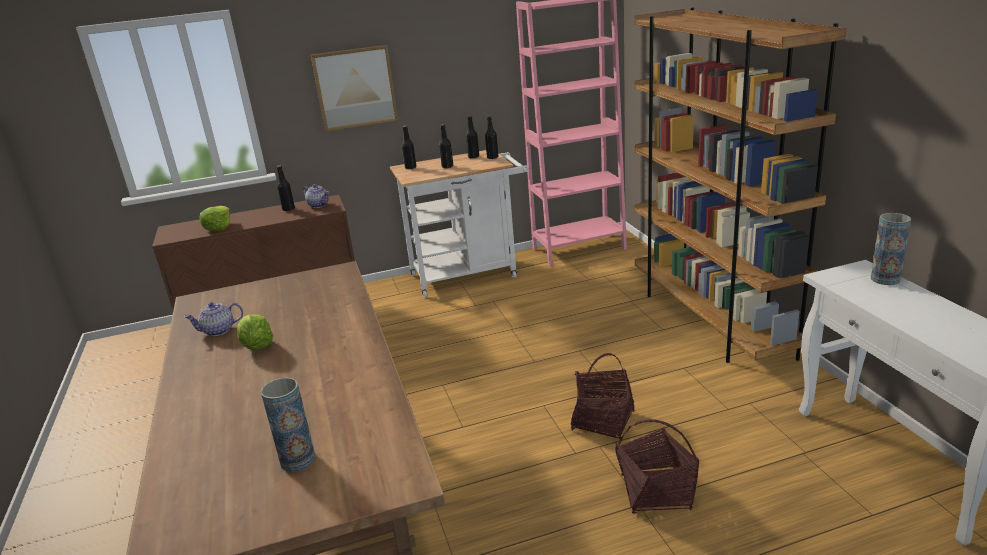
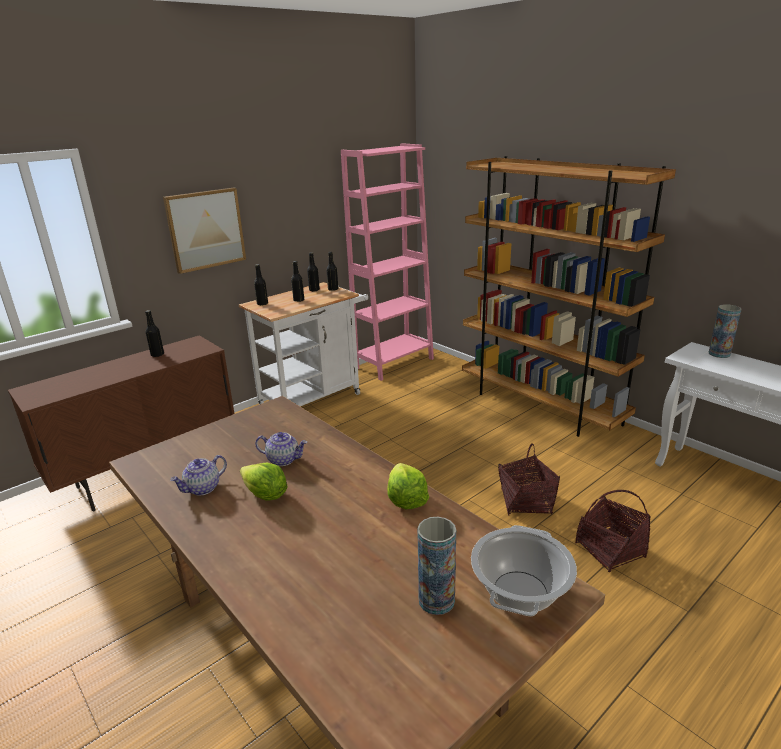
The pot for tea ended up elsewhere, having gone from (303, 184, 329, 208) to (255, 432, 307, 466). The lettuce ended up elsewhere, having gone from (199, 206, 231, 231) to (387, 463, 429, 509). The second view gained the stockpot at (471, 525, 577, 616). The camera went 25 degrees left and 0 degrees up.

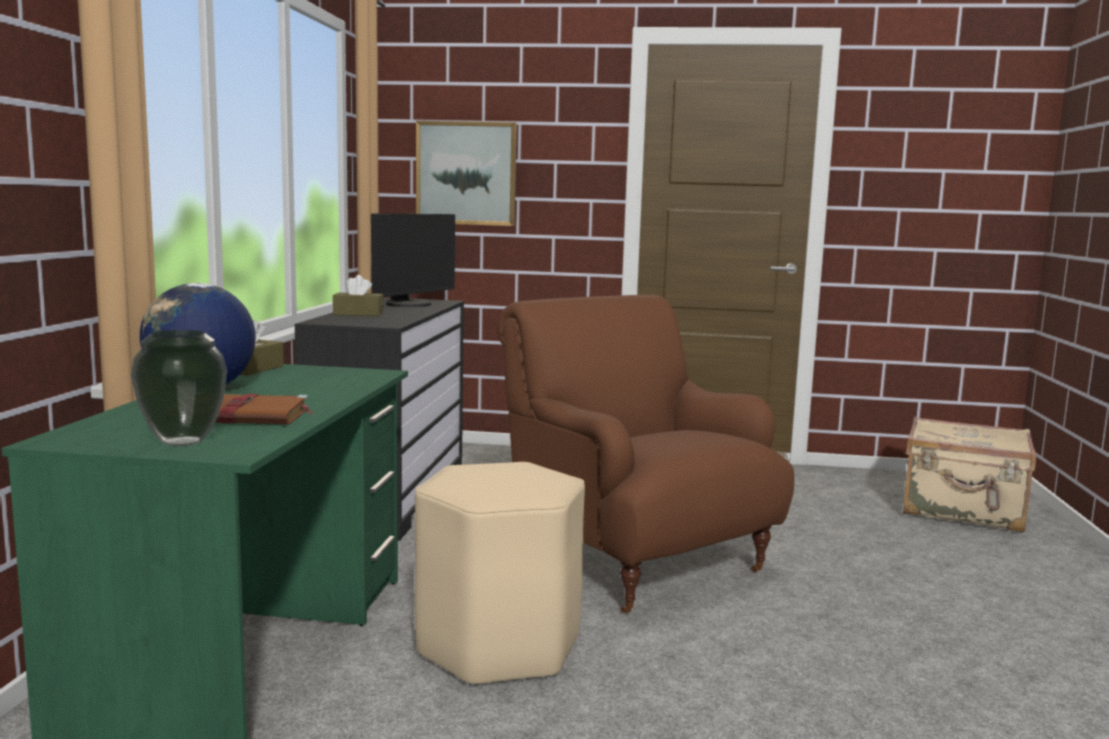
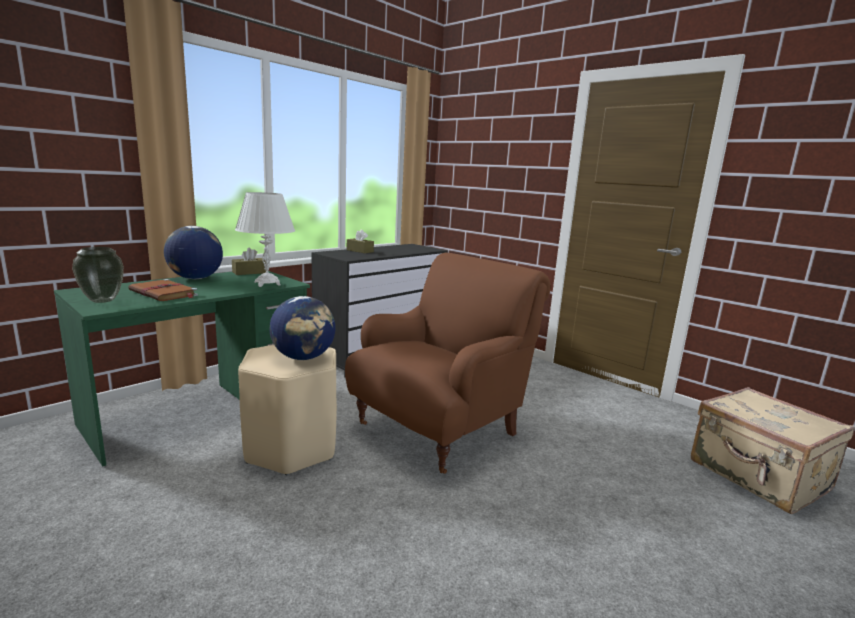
The second view lost the wall art at (416, 121, 517, 226). The second view lost the computer screen at (371, 214, 455, 307). The brown lounge chair at (498, 295, 794, 613) ended up facing another way, 45 degrees clockwise from before. The second view gained the white lamp for a table at (235, 192, 295, 287). The second view gained the desk globe at (270, 296, 336, 360). The camera went 35 degrees right and 5 degrees up.

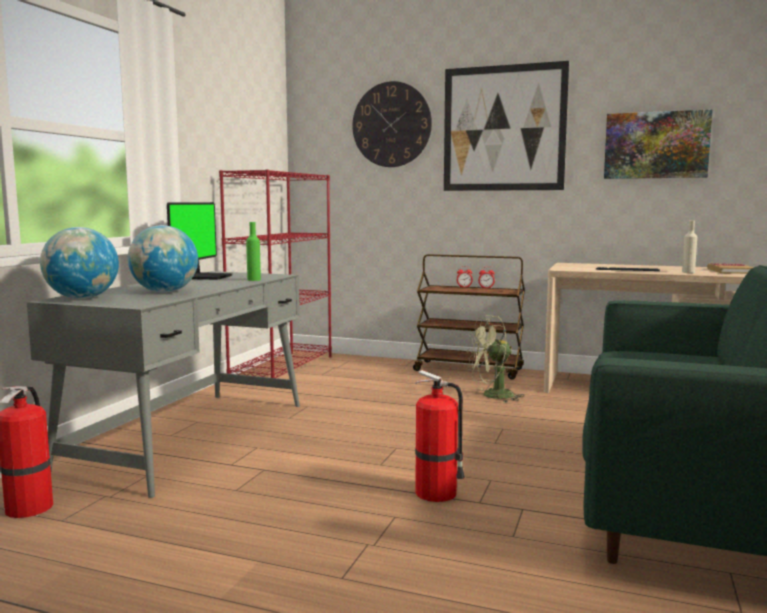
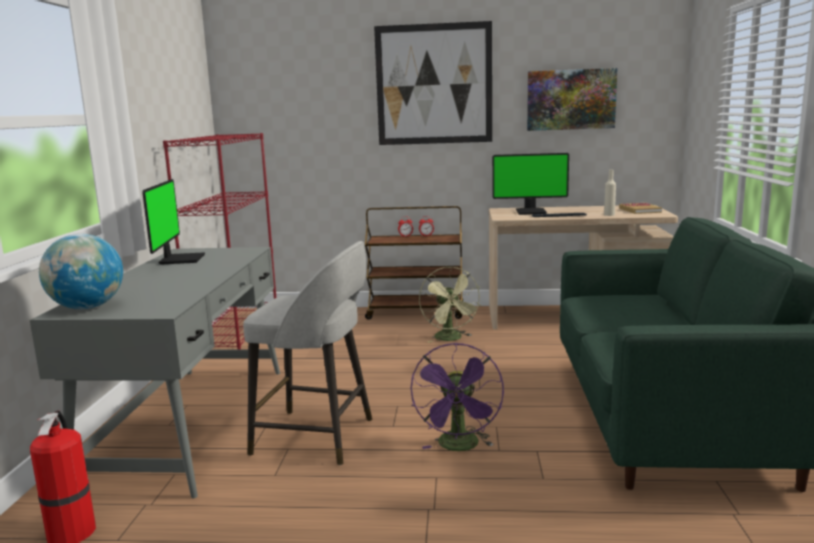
The second view lost the clock on the wall at (352, 81, 432, 167). The second view lost the greenish drink bottle at (246, 222, 261, 281). The second view lost the desk globe at (128, 225, 198, 293). The greenish fan at (466, 315, 525, 403) ended up facing another way, 75 degrees counterclockwise from before. Where the fire-fighting cylinder stood at (414, 370, 465, 502), the purple fan came to stand at (410, 343, 504, 451). The second view gained the computer screen at (492, 153, 569, 215). The second view gained the gray sitting stool at (243, 241, 372, 465). The camera went 15 degrees left and 5 degrees up.

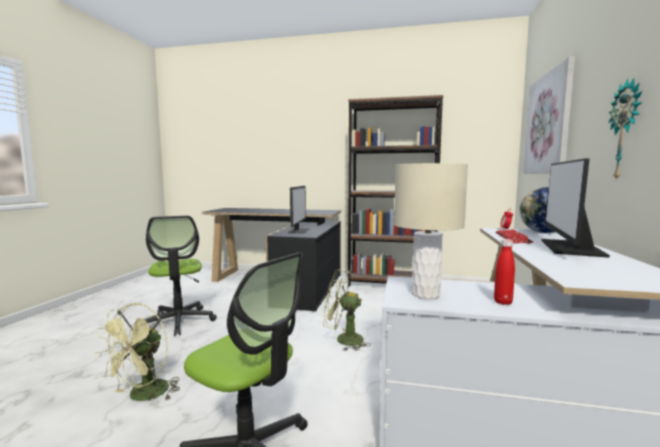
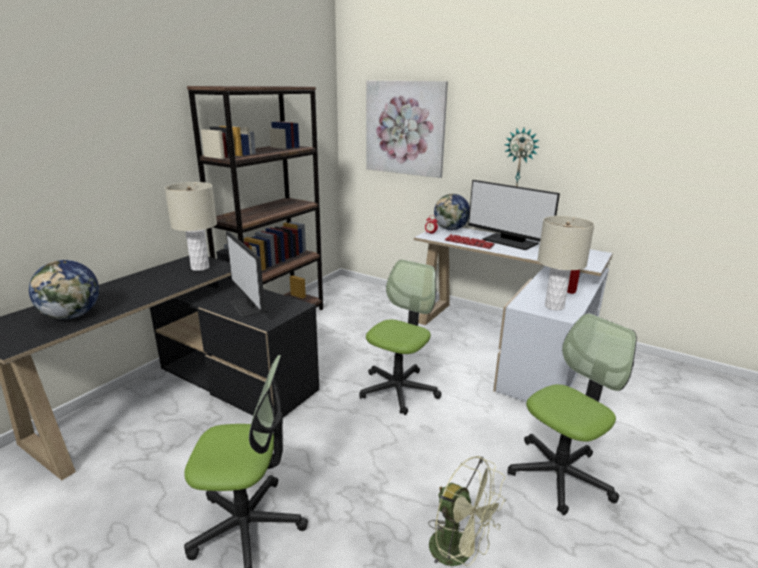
The computer screen at (287, 186, 310, 233) ended up facing another way, 150 degrees counterclockwise from before. Where the greenish fan stood at (323, 269, 371, 351), the computer chair came to stand at (359, 260, 442, 415). The second view gained the beige lamp for a table at (165, 182, 217, 271). The second view gained the desk globe at (29, 260, 99, 319). The camera went 70 degrees left and 15 degrees up.

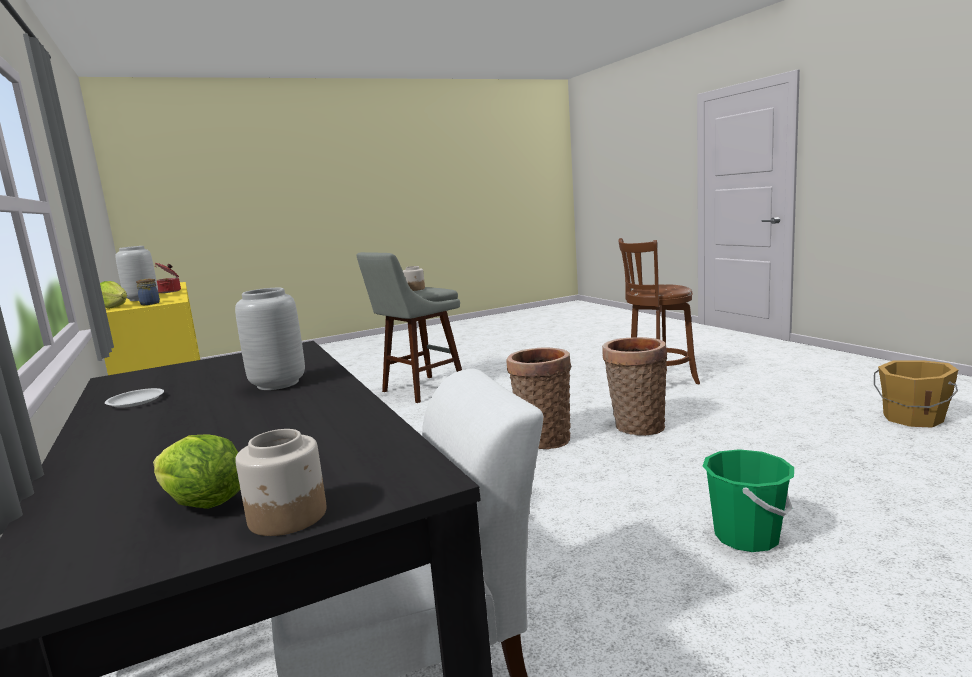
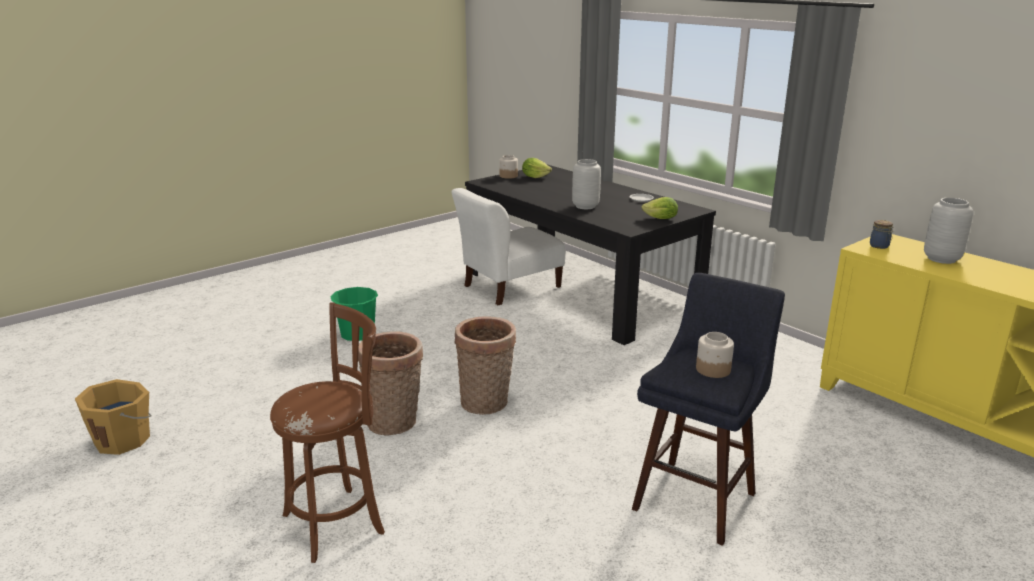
What was the gray sitting stool at (356, 252, 462, 403) turned into the blue-coloured sitting stool at (632, 273, 785, 546). The second view lost the stockpot at (155, 263, 181, 293). The lettuce ended up elsewhere, having gone from (100, 281, 127, 309) to (642, 197, 678, 219). The camera went 165 degrees right and 10 degrees up.

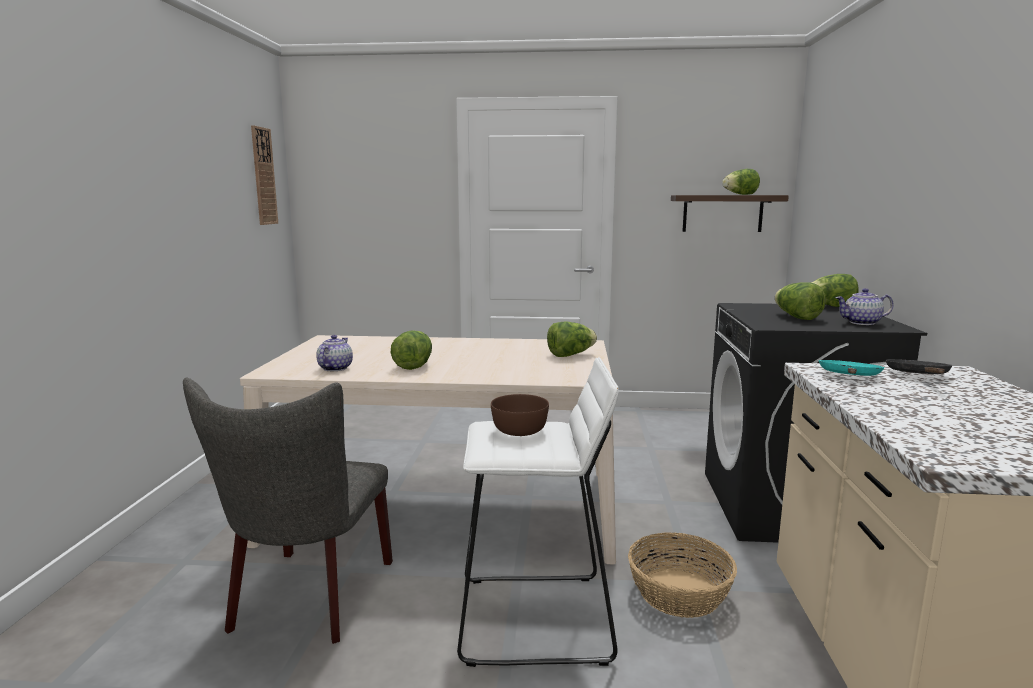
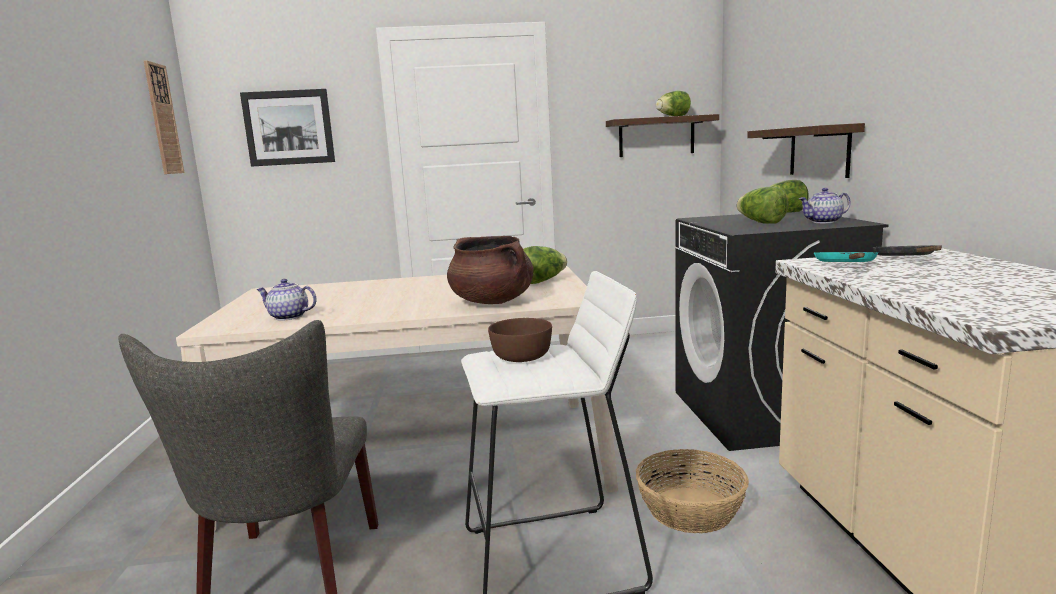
The second view lost the lettuce at (391, 331, 432, 370). The pot for tea at (316, 335, 353, 371) ended up facing another way, 75 degrees counterclockwise from before. The second view gained the wall art at (240, 89, 335, 167). The second view gained the shelf at (747, 123, 865, 178). The second view gained the brown stockpot at (447, 236, 534, 304). The camera went 10 degrees left and 0 degrees up.

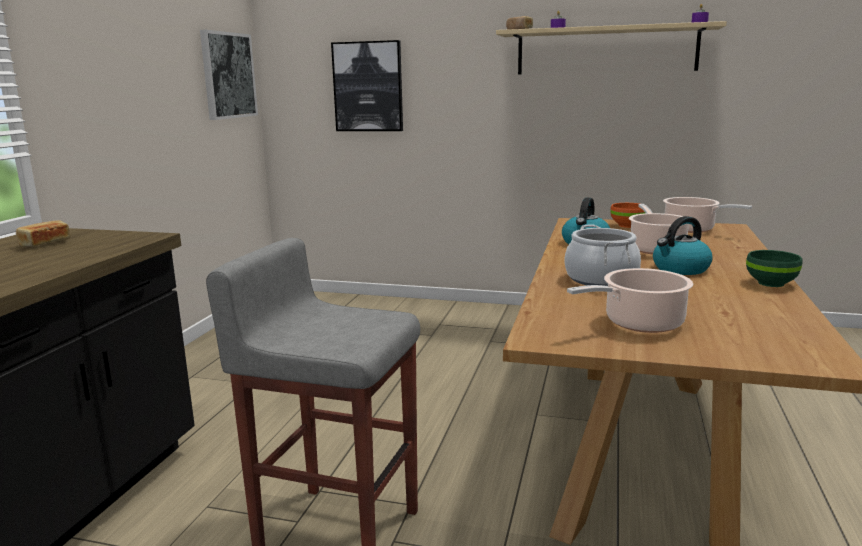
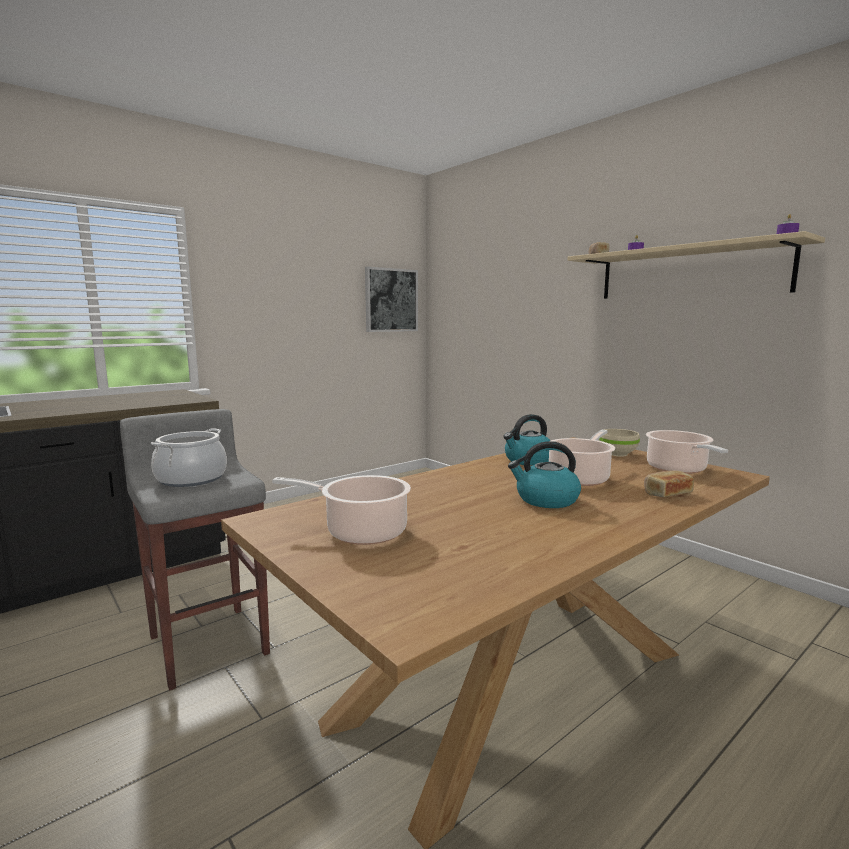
The second view lost the wall art at (331, 40, 403, 131). What was the orange-coloured deep dish at (610, 203, 645, 228) turned into the beige deep dish at (599, 429, 640, 457). The bakery bread ended up elsewhere, having gone from (16, 220, 71, 247) to (644, 470, 694, 497). The stockpot ended up elsewhere, having gone from (565, 224, 641, 286) to (151, 429, 227, 487). The second view lost the greenish deep dish at (746, 250, 802, 287). The camera went 35 degrees right and 5 degrees down.

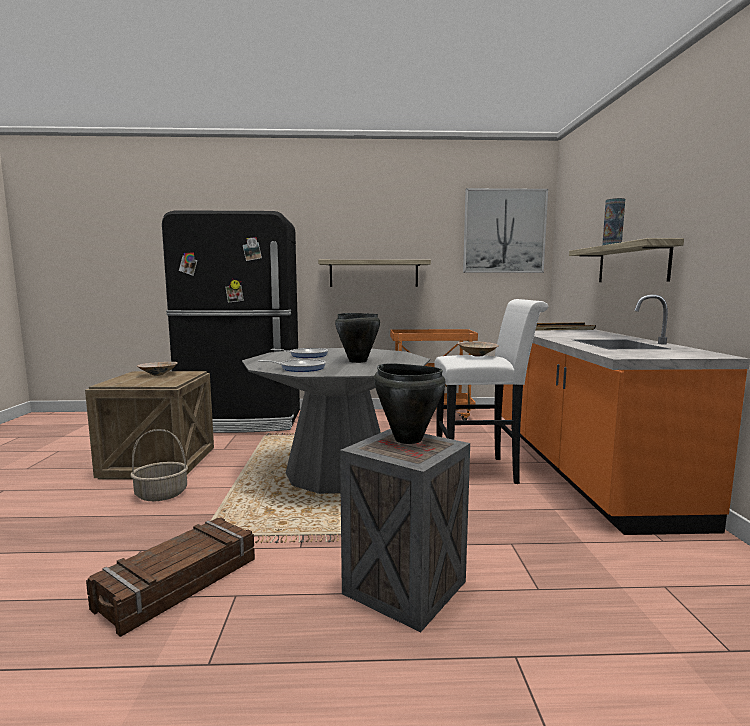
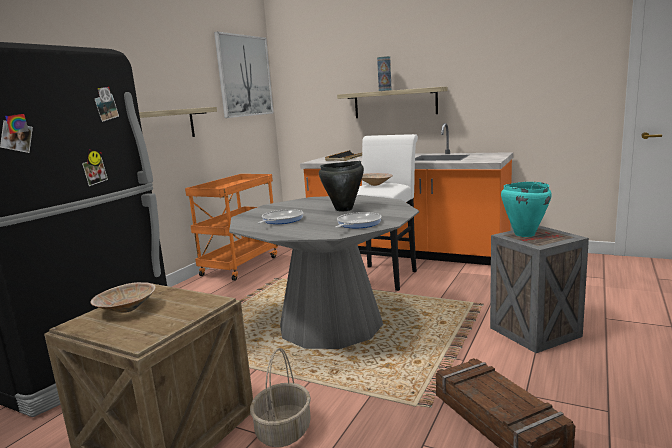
What was the black stockpot at (374, 363, 446, 444) turned into the blue-green stockpot at (501, 182, 552, 237). The camera went 60 degrees left and 5 degrees up.

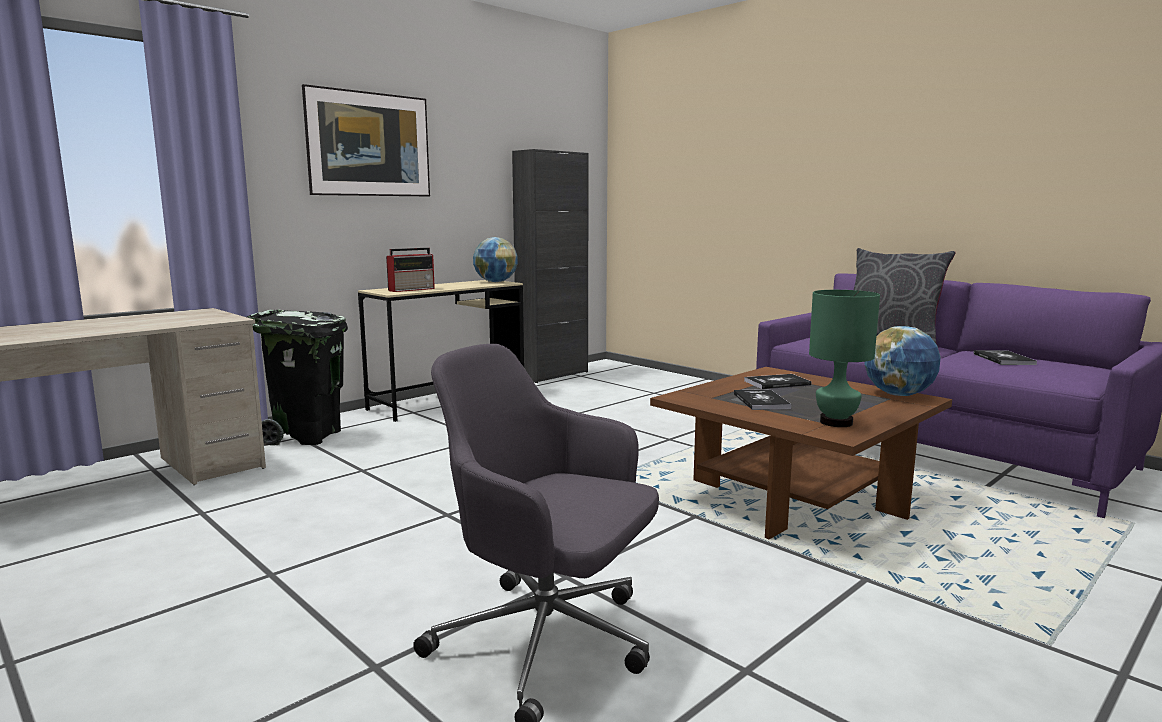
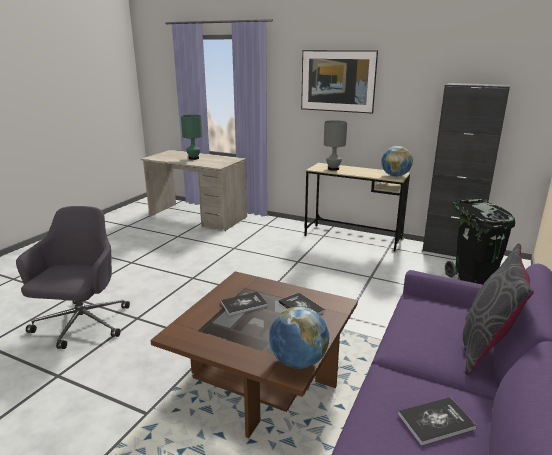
Where the radio receiver stood at (386, 248, 435, 292), the gray lamp for a table came to stand at (324, 120, 347, 171). The greenish lamp for a table ended up elsewhere, having gone from (809, 290, 880, 427) to (181, 115, 202, 160). The black waste bin ended up elsewhere, having gone from (247, 309, 348, 445) to (445, 199, 515, 285). The camera went 70 degrees right and 10 degrees up.

